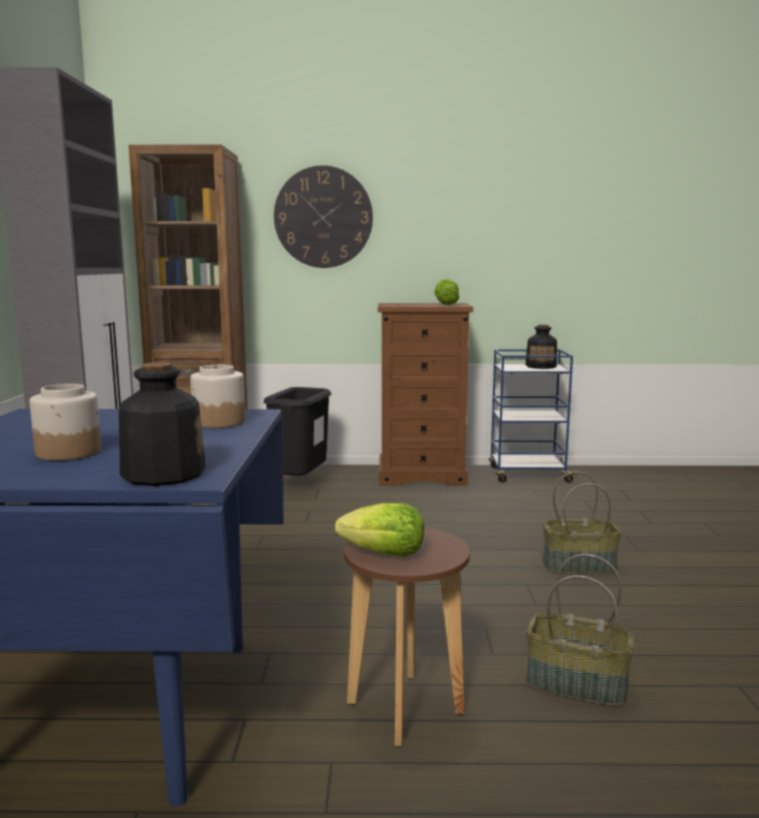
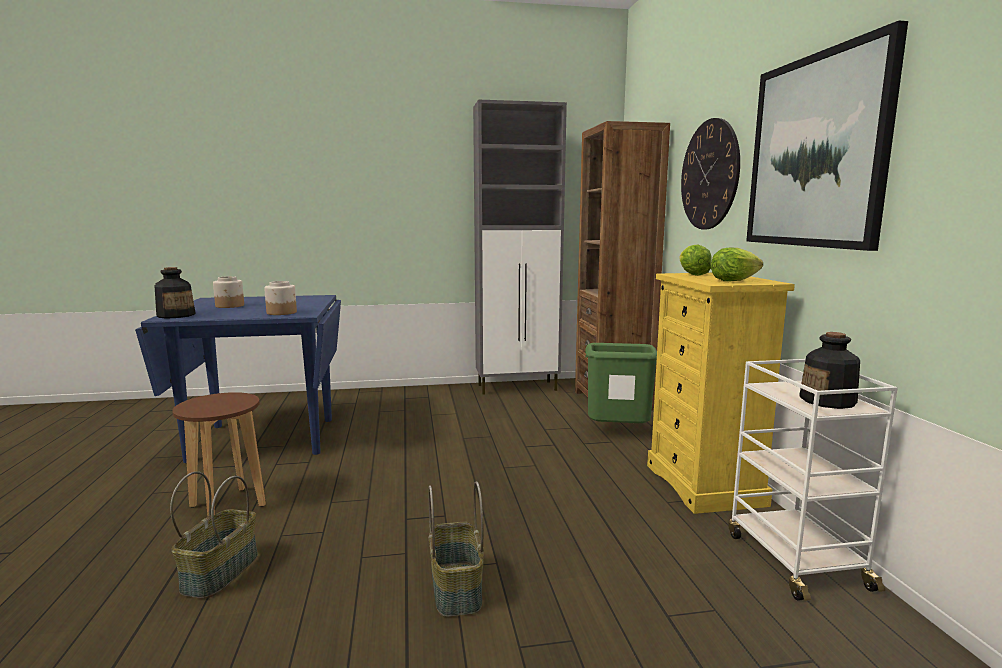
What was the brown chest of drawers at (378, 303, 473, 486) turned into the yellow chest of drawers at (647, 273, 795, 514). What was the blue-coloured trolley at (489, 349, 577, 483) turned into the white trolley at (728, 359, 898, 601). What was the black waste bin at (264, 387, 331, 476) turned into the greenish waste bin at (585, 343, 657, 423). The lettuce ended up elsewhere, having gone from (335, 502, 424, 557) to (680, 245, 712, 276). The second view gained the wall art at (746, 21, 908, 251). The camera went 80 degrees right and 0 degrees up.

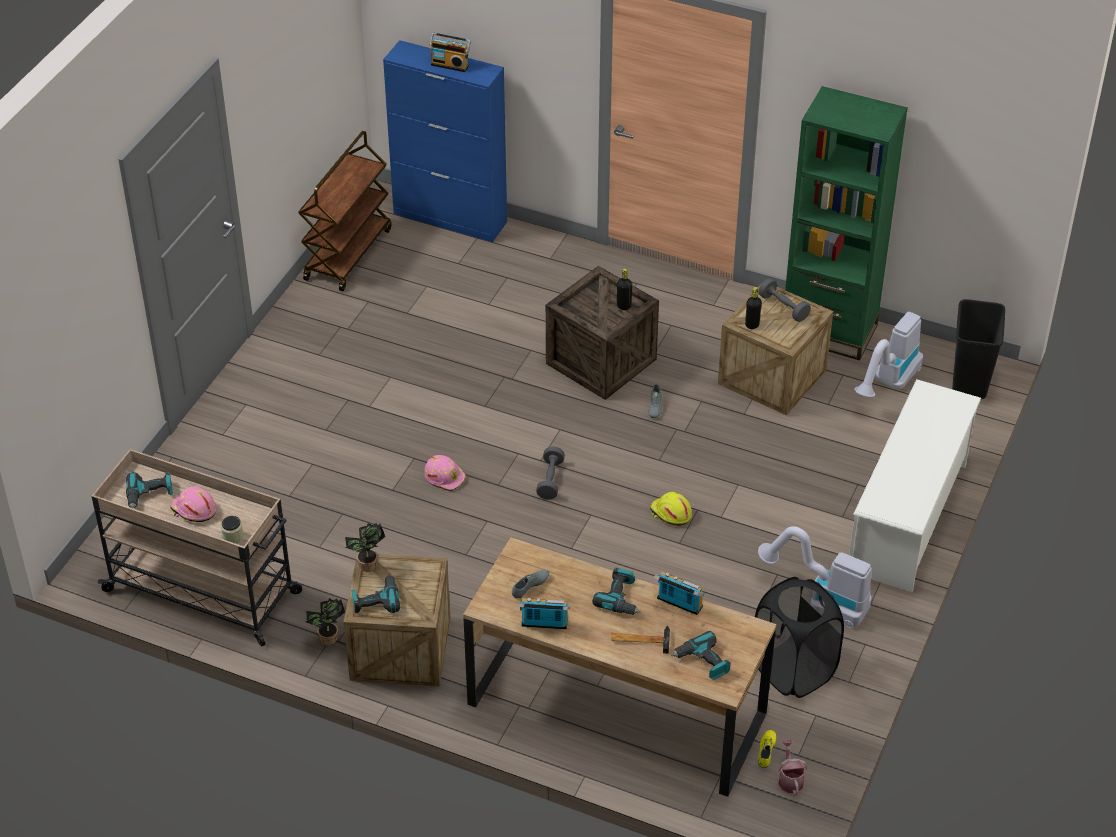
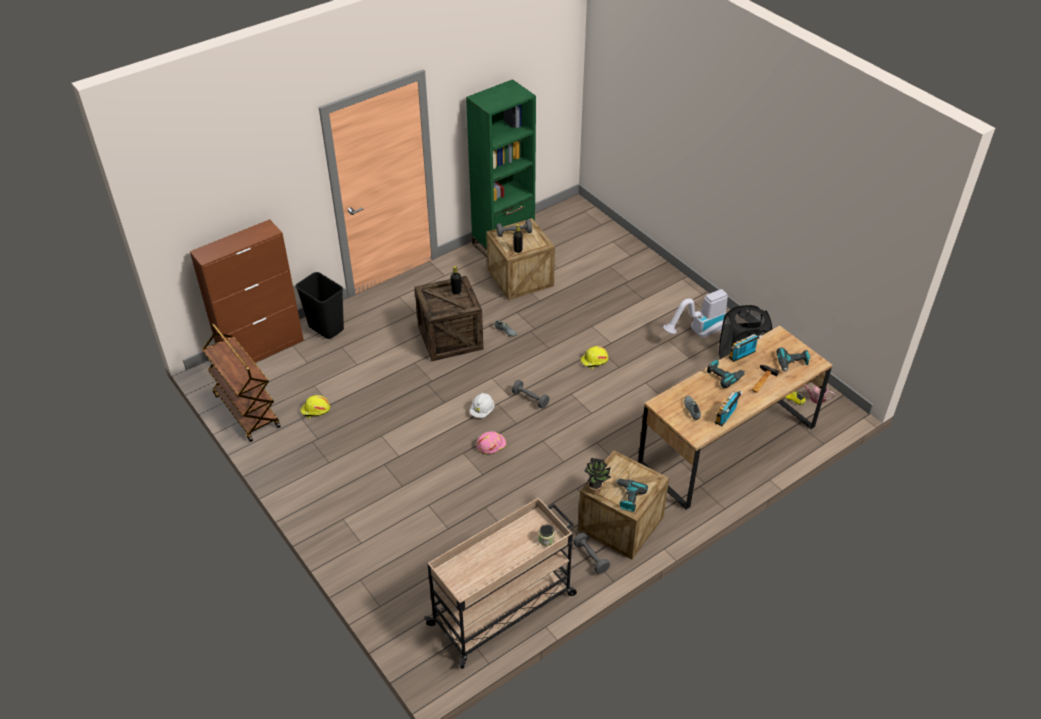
The second view lost the radio receiver at (429, 33, 471, 72). What was the blue-coloured cupboard at (383, 40, 507, 242) turned into the brown cupboard at (190, 219, 304, 363). The black waste bin ended up elsewhere, having gone from (952, 299, 1006, 399) to (296, 272, 344, 339). The second view lost the vacuum cleaner at (854, 312, 923, 397). The second view lost the white shoe stand at (849, 379, 981, 592). The second view lost the power drill at (126, 472, 173, 508). The second view lost the pink safety helmet at (170, 486, 216, 522). Where the houseplant stood at (305, 598, 345, 645), the gray free weight came to stand at (573, 533, 610, 574). The second view gained the white safety helmet at (470, 393, 494, 418). The second view gained the yellow safety helmet at (301, 395, 330, 419). The camera went 60 degrees left and 0 degrees up.

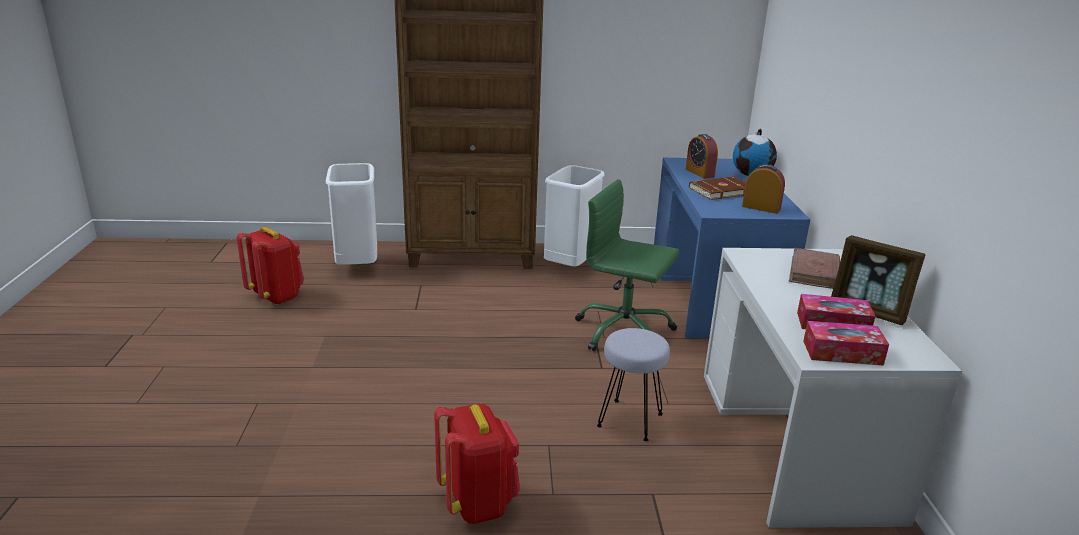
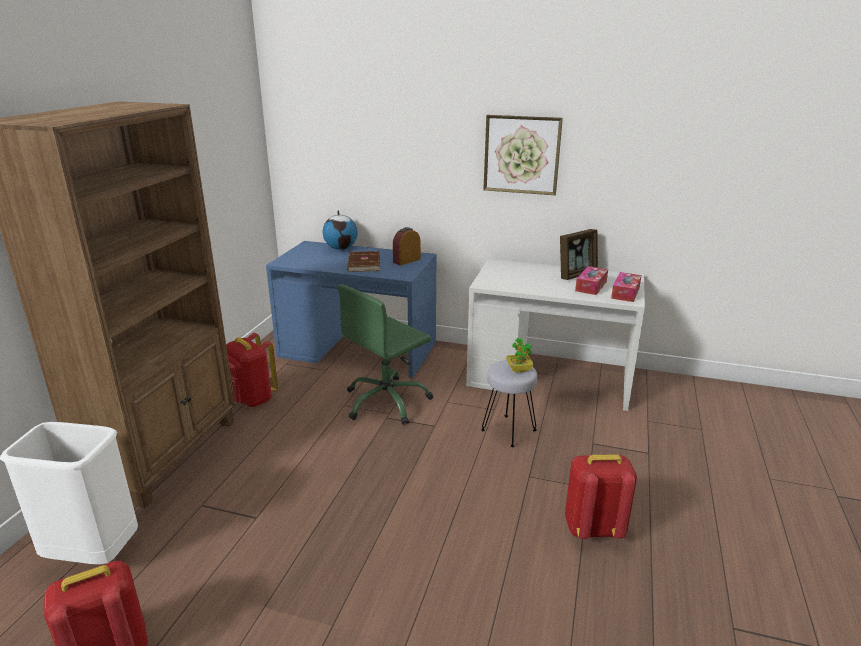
The second view lost the alarm clock at (686, 134, 718, 179). Where the white waste bin stood at (544, 165, 604, 267), the red-coloured knapsack came to stand at (226, 333, 278, 407). The second view lost the brown bound book at (789, 248, 840, 289). The second view gained the wall art at (483, 115, 563, 195). The second view gained the houseplant at (506, 338, 533, 372). The camera went 70 degrees left and 0 degrees up.

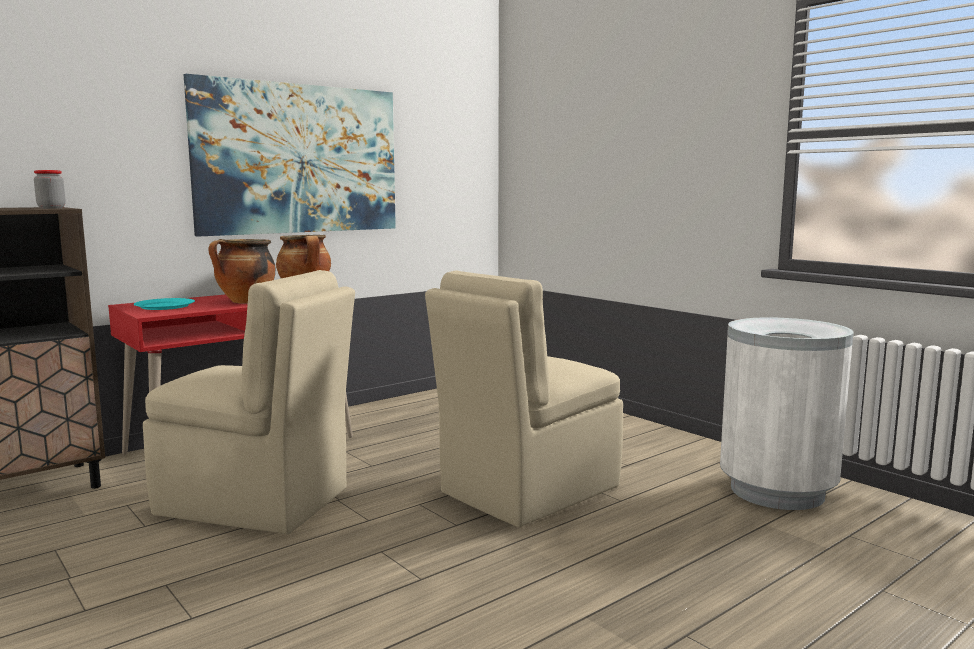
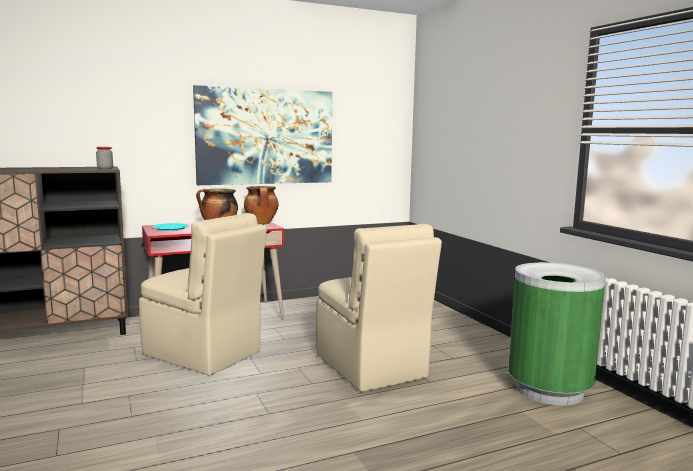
The beige chair at (425, 270, 623, 527) ended up facing another way, 90 degrees counterclockwise from before. What was the white waste bin at (720, 317, 853, 510) turned into the greenish waste bin at (508, 262, 606, 405). The camera went 15 degrees right and 0 degrees up.

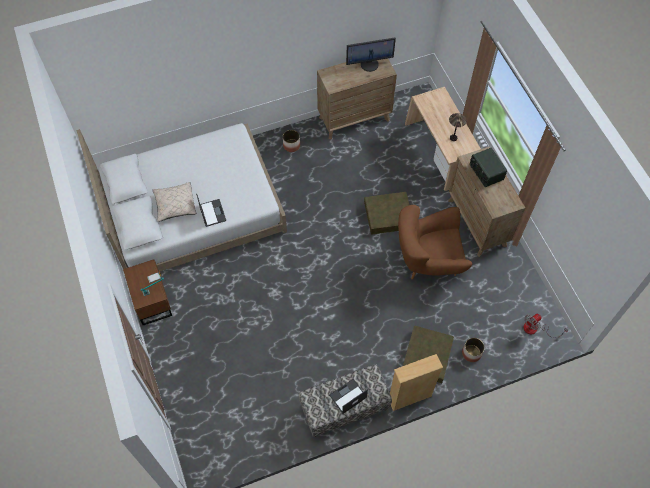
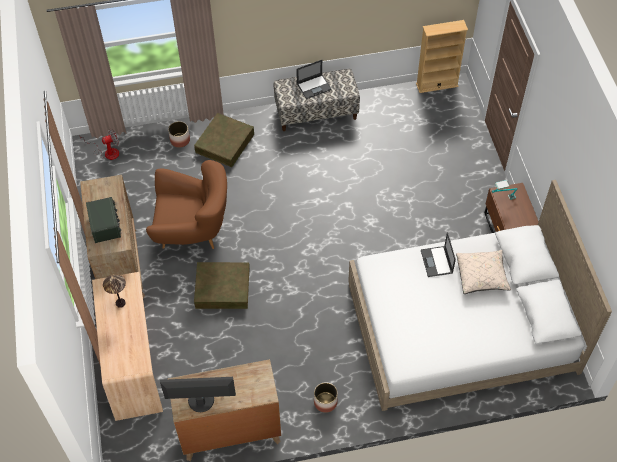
The beige bookcase ended up elsewhere, having gone from (390, 354, 443, 411) to (416, 20, 468, 93). The camera went 170 degrees left and 5 degrees down.

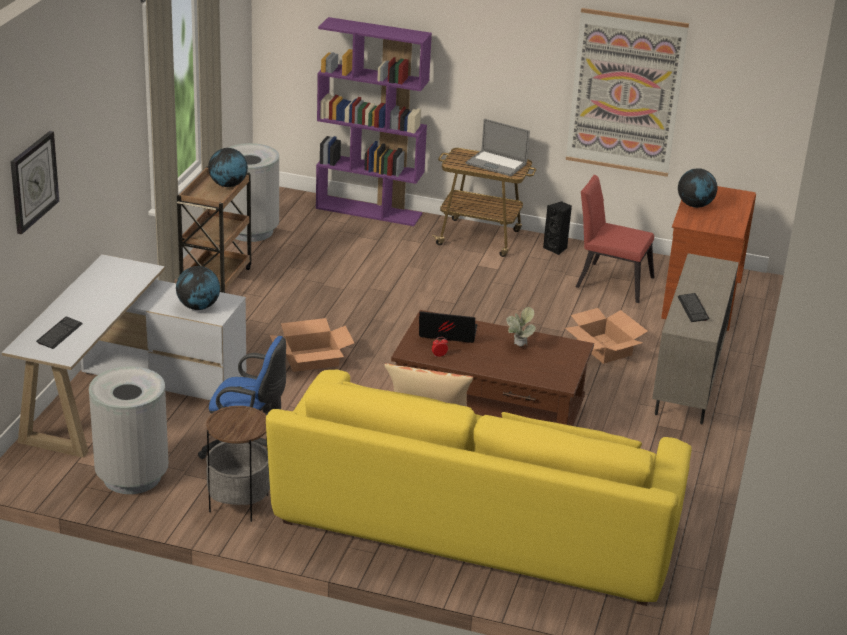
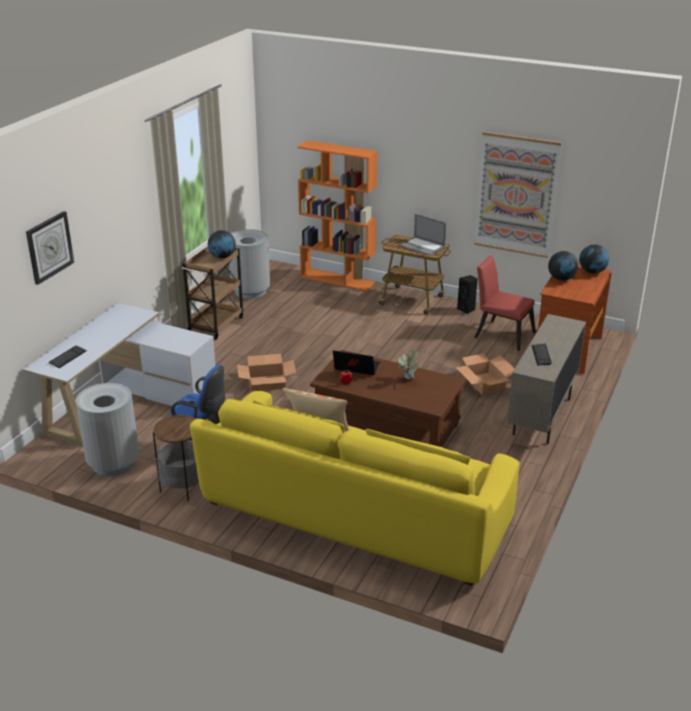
What was the purple bookcase at (316, 17, 432, 226) turned into the orange-coloured bookcase at (297, 140, 378, 291). The desk globe ended up elsewhere, having gone from (176, 266, 220, 310) to (579, 244, 609, 274). The camera went 10 degrees right and 0 degrees up.

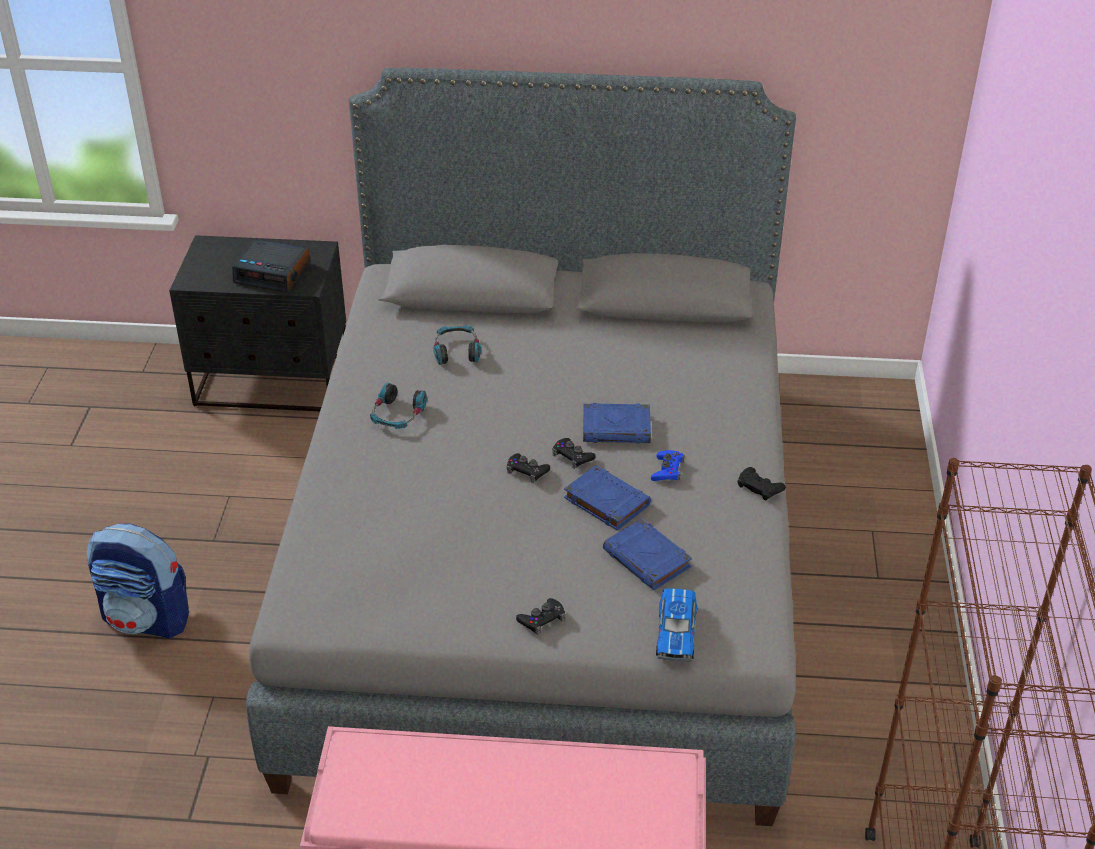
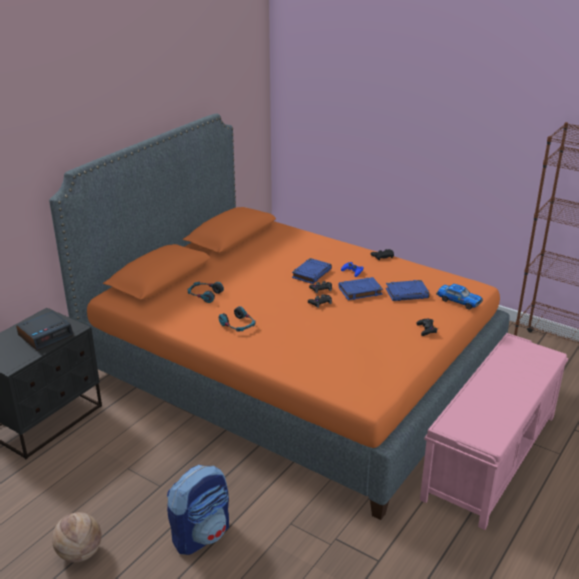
What was the gray bed at (246, 68, 796, 826) turned into the orange-coloured bed at (49, 114, 510, 520). The second view gained the basketball ball at (52, 512, 102, 562). The camera went 60 degrees left and 10 degrees down.

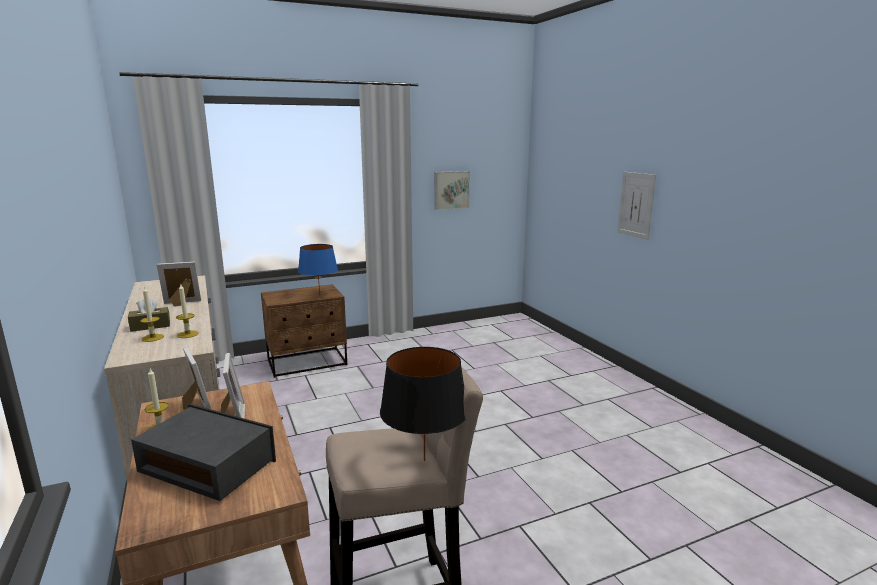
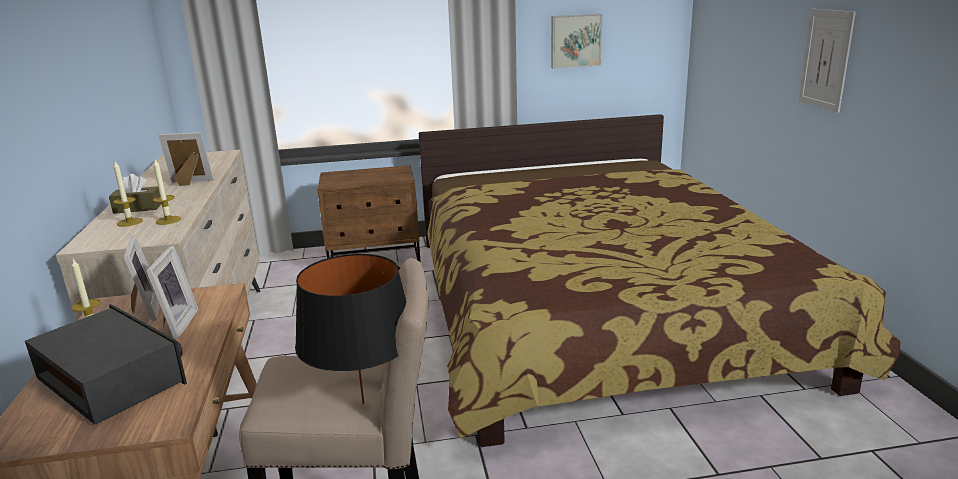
The second view lost the blue-coloured lamp for a table at (298, 244, 338, 295). The second view gained the bed at (419, 114, 900, 447). The camera went 15 degrees right and 5 degrees up.

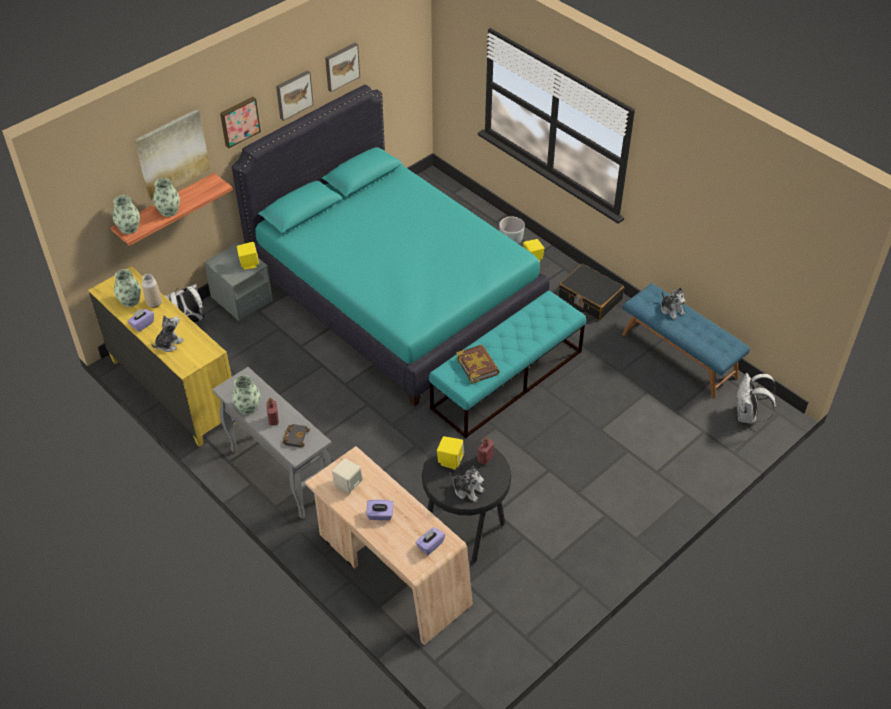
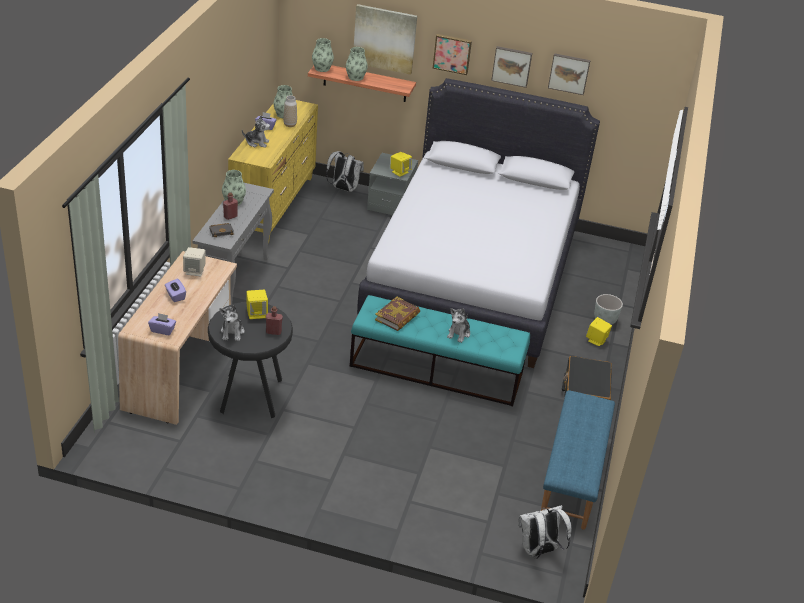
What was the blue-green bed at (232, 84, 549, 407) turned into the white bed at (357, 78, 600, 368). The cuddly toy ended up elsewhere, having gone from (661, 287, 685, 320) to (447, 308, 470, 343). The camera went 55 degrees right and 10 degrees down.

